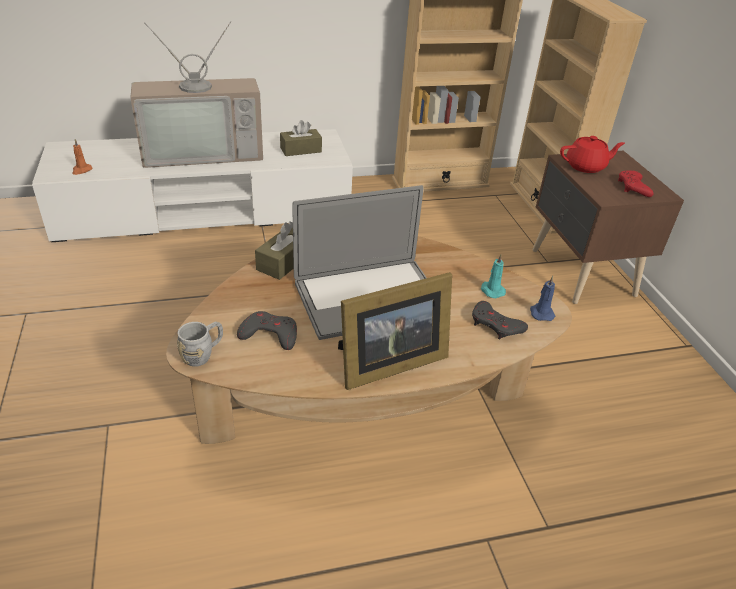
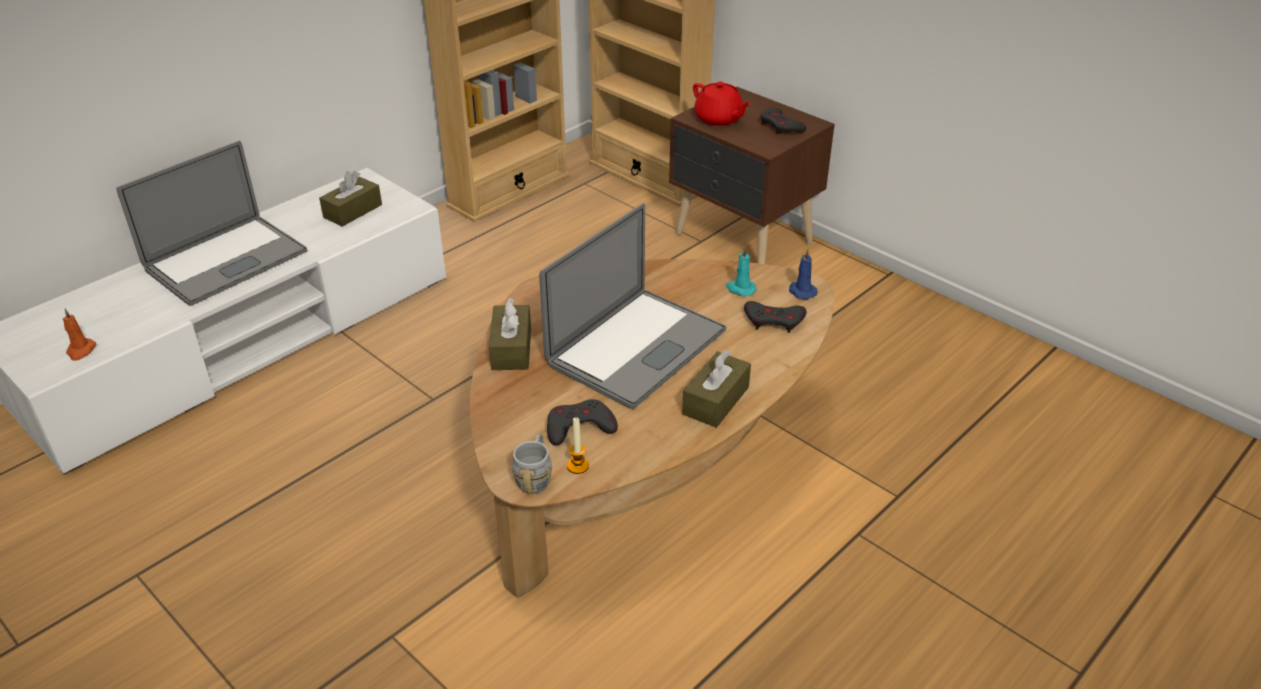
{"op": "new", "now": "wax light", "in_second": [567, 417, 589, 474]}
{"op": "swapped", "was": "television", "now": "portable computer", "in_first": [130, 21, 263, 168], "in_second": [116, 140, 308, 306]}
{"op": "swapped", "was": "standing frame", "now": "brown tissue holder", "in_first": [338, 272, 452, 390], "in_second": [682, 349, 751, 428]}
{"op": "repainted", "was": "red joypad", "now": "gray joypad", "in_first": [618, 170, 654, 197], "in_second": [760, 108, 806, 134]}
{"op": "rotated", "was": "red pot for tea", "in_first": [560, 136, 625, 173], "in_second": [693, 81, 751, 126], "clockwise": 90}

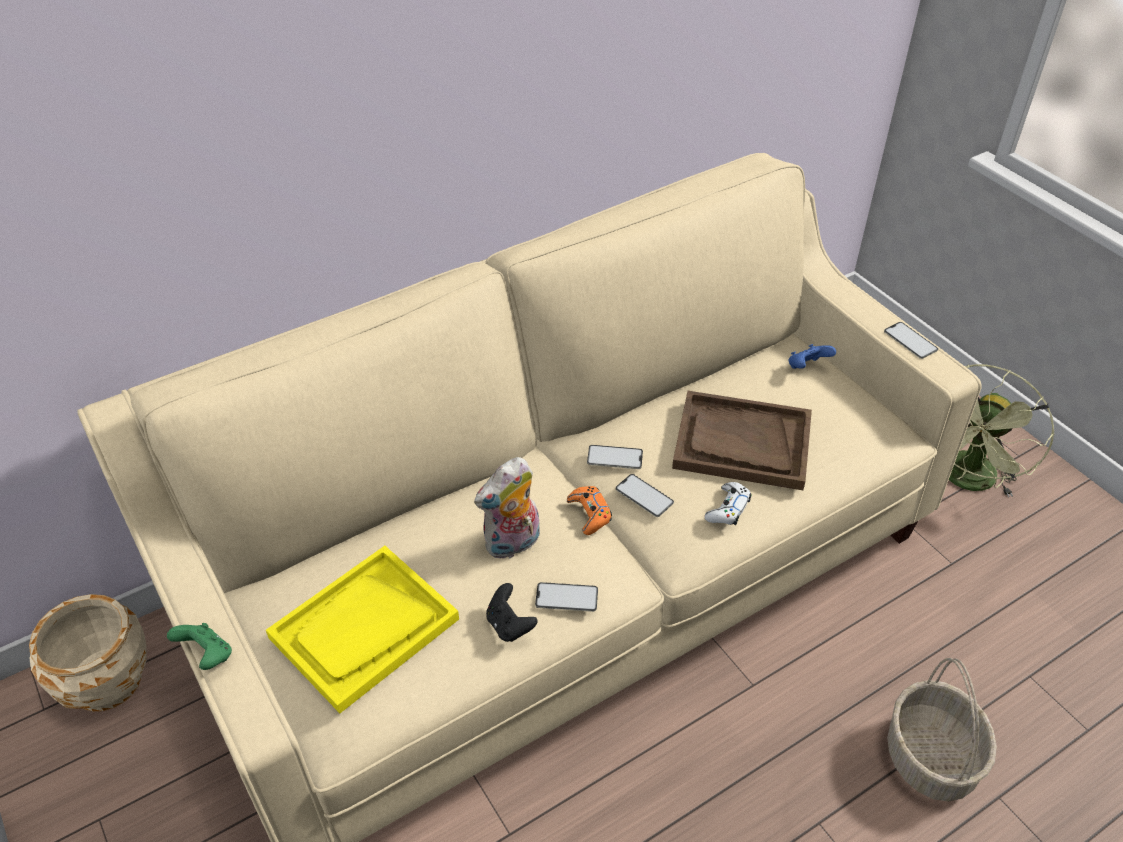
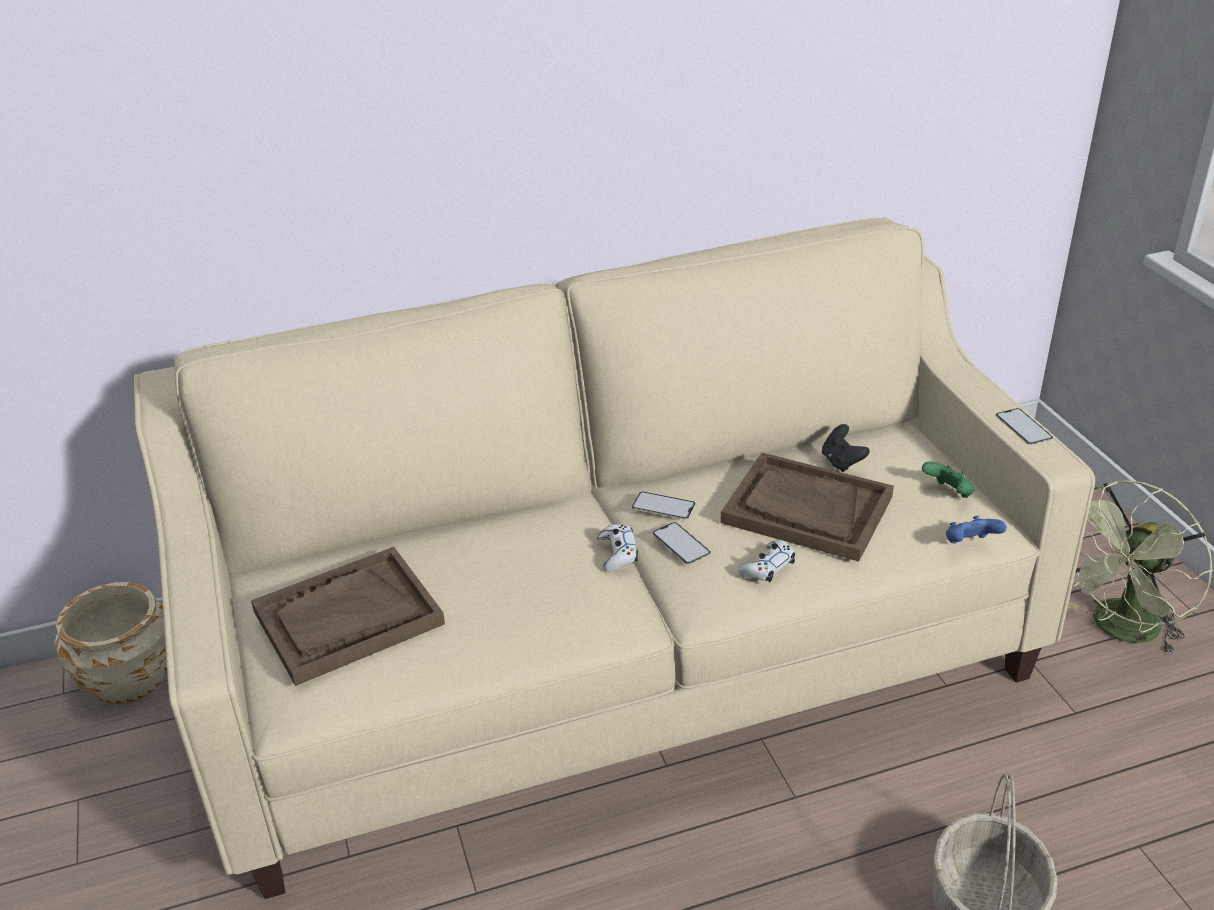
{"op": "gone", "was": "cuddly toy", "in_first": [474, 457, 540, 559]}
{"op": "gone", "was": "telephone", "in_first": [535, 582, 598, 612]}
{"op": "shifted", "was": "green joypad", "in_first": [167, 623, 232, 670], "in_second": [922, 462, 975, 498]}
{"op": "shifted", "was": "black-coloured joypad", "in_first": [486, 583, 538, 642], "in_second": [822, 424, 870, 472]}
{"op": "shifted", "was": "bluish joypad", "in_first": [788, 344, 836, 369], "in_second": [946, 516, 1007, 544]}
{"op": "repainted", "was": "yellow-coloured tray", "now": "brown tray", "in_first": [266, 546, 459, 713], "in_second": [251, 547, 445, 686]}
{"op": "repainted", "was": "orangey joypad", "now": "white-coloured joypad", "in_first": [567, 486, 612, 535], "in_second": [597, 524, 638, 572]}

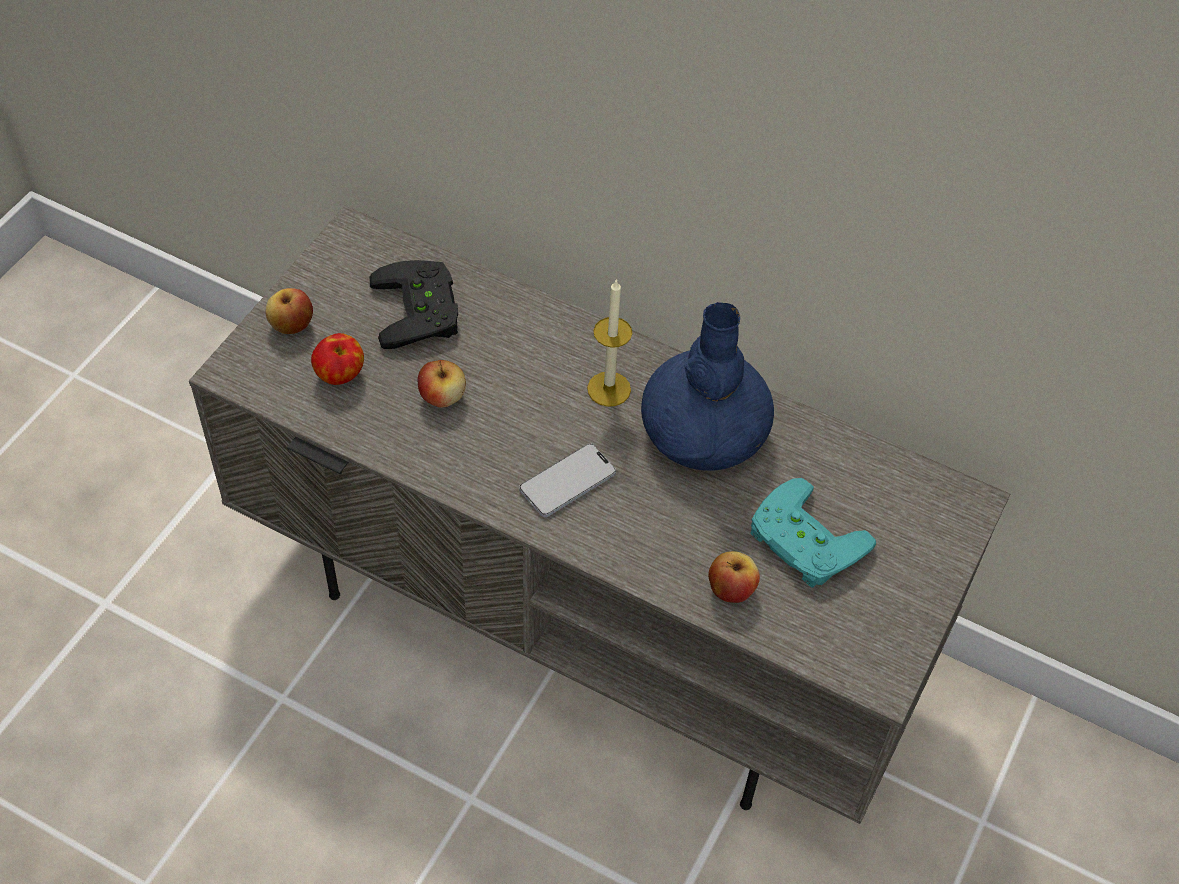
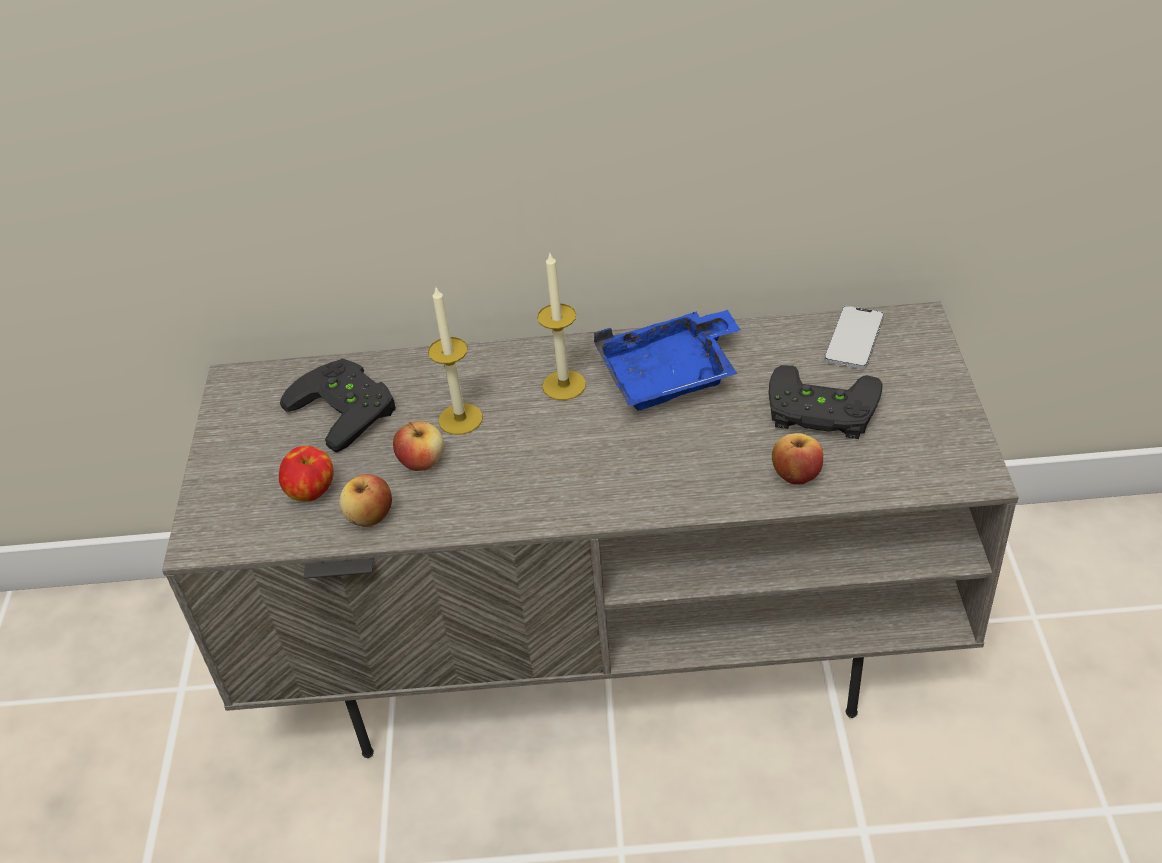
{"op": "new", "now": "wax light", "in_second": [428, 287, 483, 435]}
{"op": "shifted", "was": "apple", "in_first": [266, 288, 313, 334], "in_second": [339, 474, 392, 527]}
{"op": "shifted", "was": "telephone", "in_first": [519, 443, 616, 517], "in_second": [824, 306, 884, 369]}
{"op": "swapped", "was": "bluish decorative vase", "now": "bluish tray", "in_first": [641, 302, 774, 471], "in_second": [594, 310, 741, 411]}
{"op": "repainted", "was": "turquoise joypad", "now": "black-coloured joypad", "in_first": [750, 478, 876, 588], "in_second": [768, 365, 883, 439]}

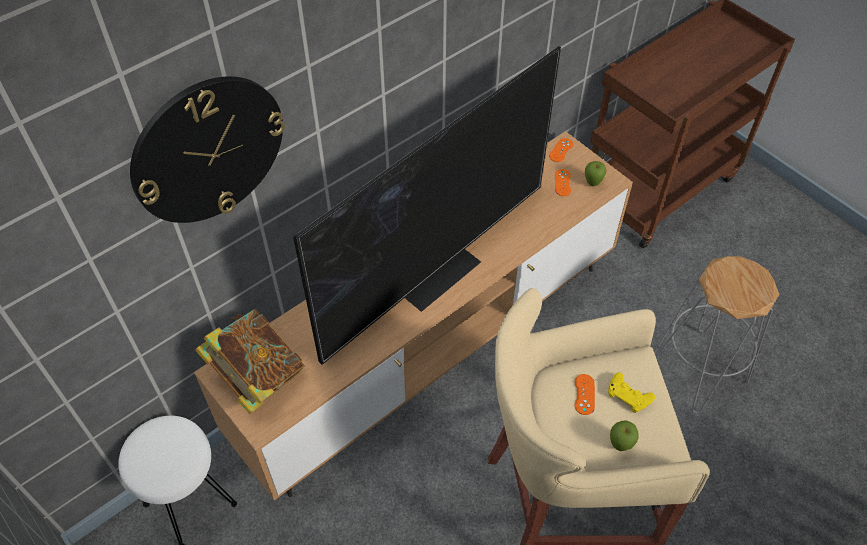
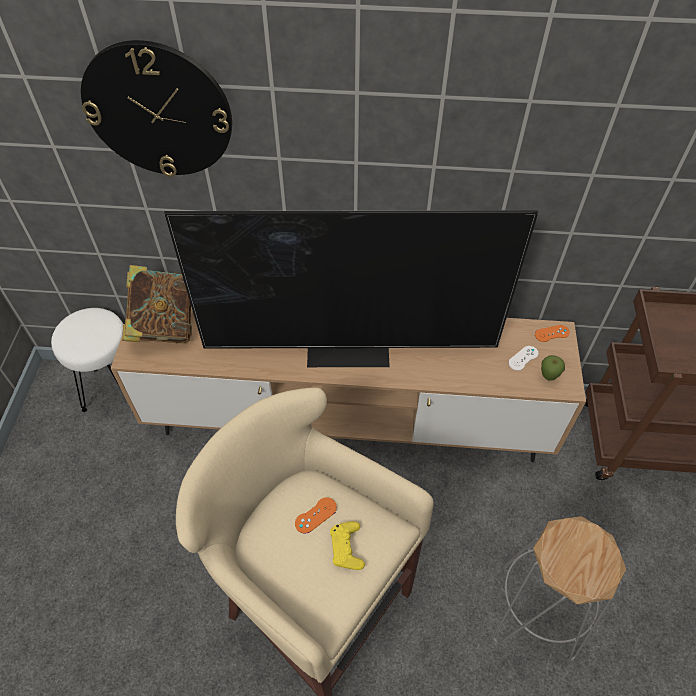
{"op": "gone", "was": "apple", "in_first": [610, 421, 639, 451]}
{"op": "repainted", "was": "orangey joypad", "now": "white-coloured joypad", "in_first": [555, 169, 571, 196], "in_second": [508, 346, 538, 371]}

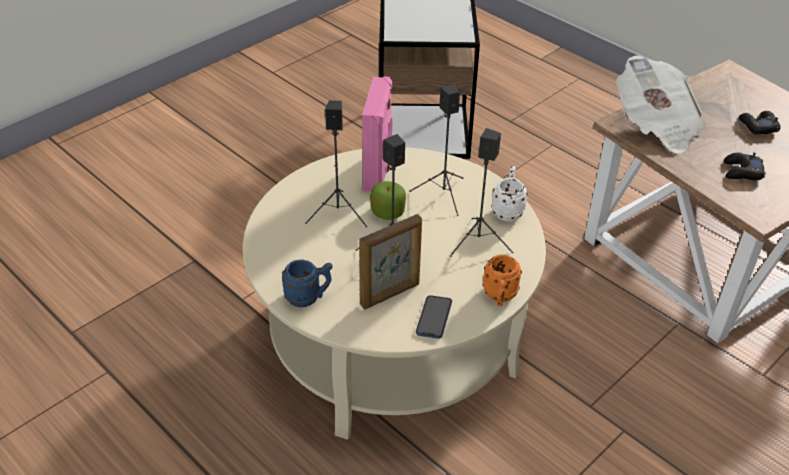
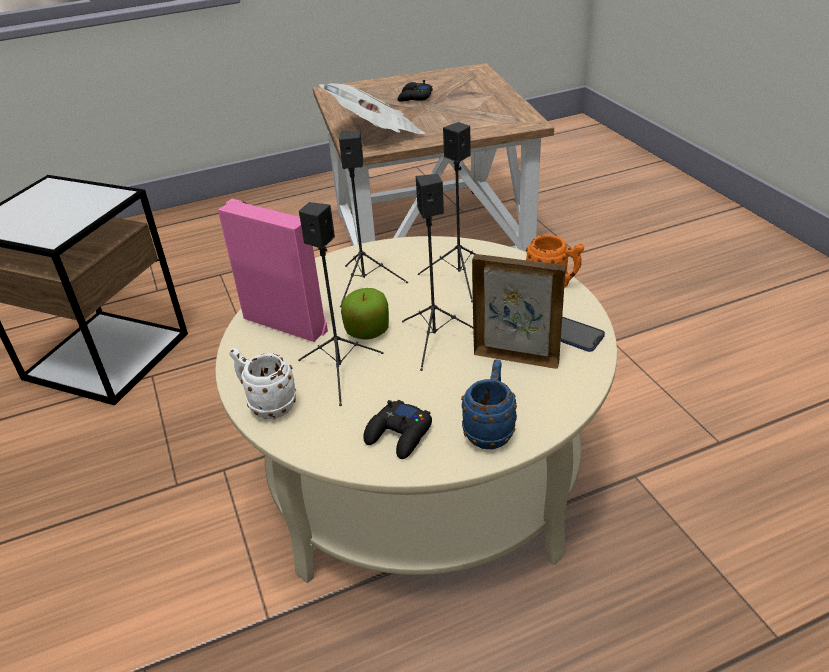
{"op": "shifted", "was": "white-coloured mug", "in_first": [491, 166, 528, 222], "in_second": [229, 348, 296, 419]}
{"op": "shifted", "was": "black-coloured joypad", "in_first": [724, 153, 766, 180], "in_second": [363, 400, 432, 459]}
{"op": "rotated", "was": "standing frame", "in_first": [359, 214, 422, 309], "in_second": [472, 254, 566, 369], "clockwise": -60}

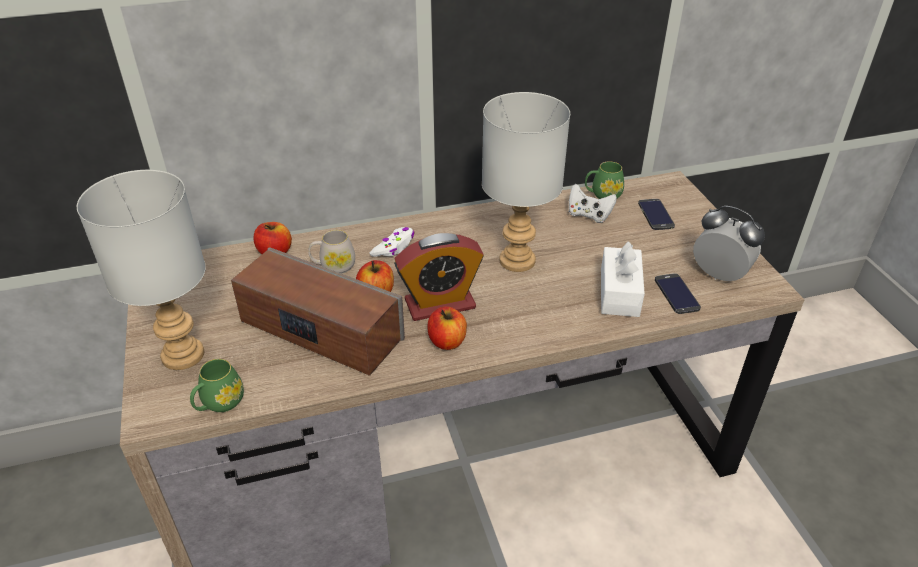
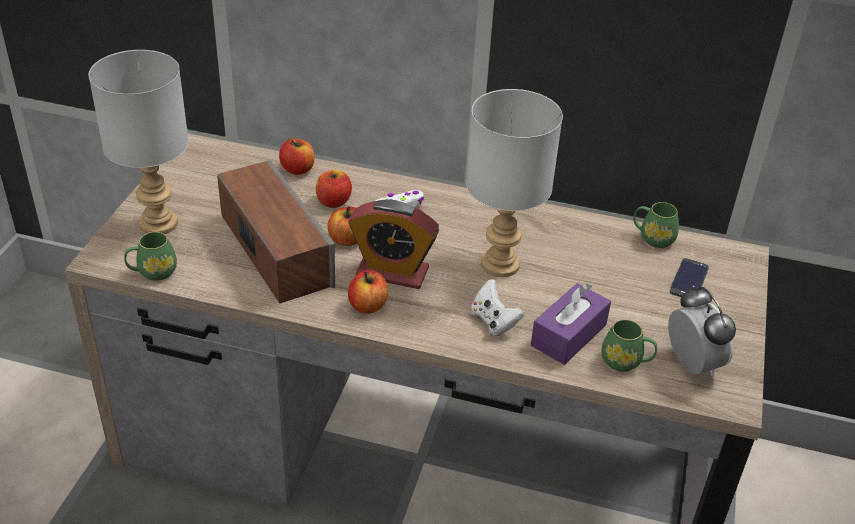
{"op": "shifted", "was": "white-coloured joypad", "in_first": [568, 184, 617, 223], "in_second": [471, 279, 524, 336]}
{"op": "swapped", "was": "white-coloured mug", "now": "apple", "in_first": [308, 230, 355, 274], "in_second": [316, 170, 352, 208]}
{"op": "swapped", "was": "telephone", "now": "green mug", "in_first": [655, 273, 701, 314], "in_second": [601, 319, 657, 372]}
{"op": "repainted", "was": "white-coloured tissue holder", "now": "purplish tissue holder", "in_first": [601, 242, 645, 317], "in_second": [531, 283, 611, 365]}

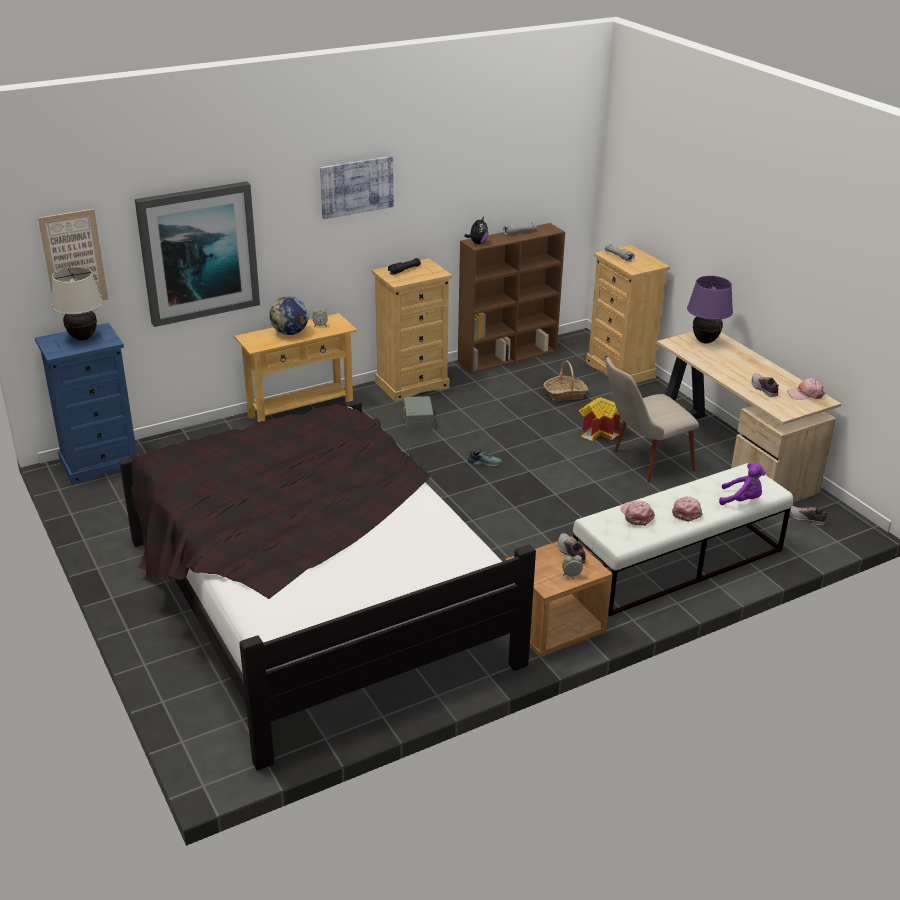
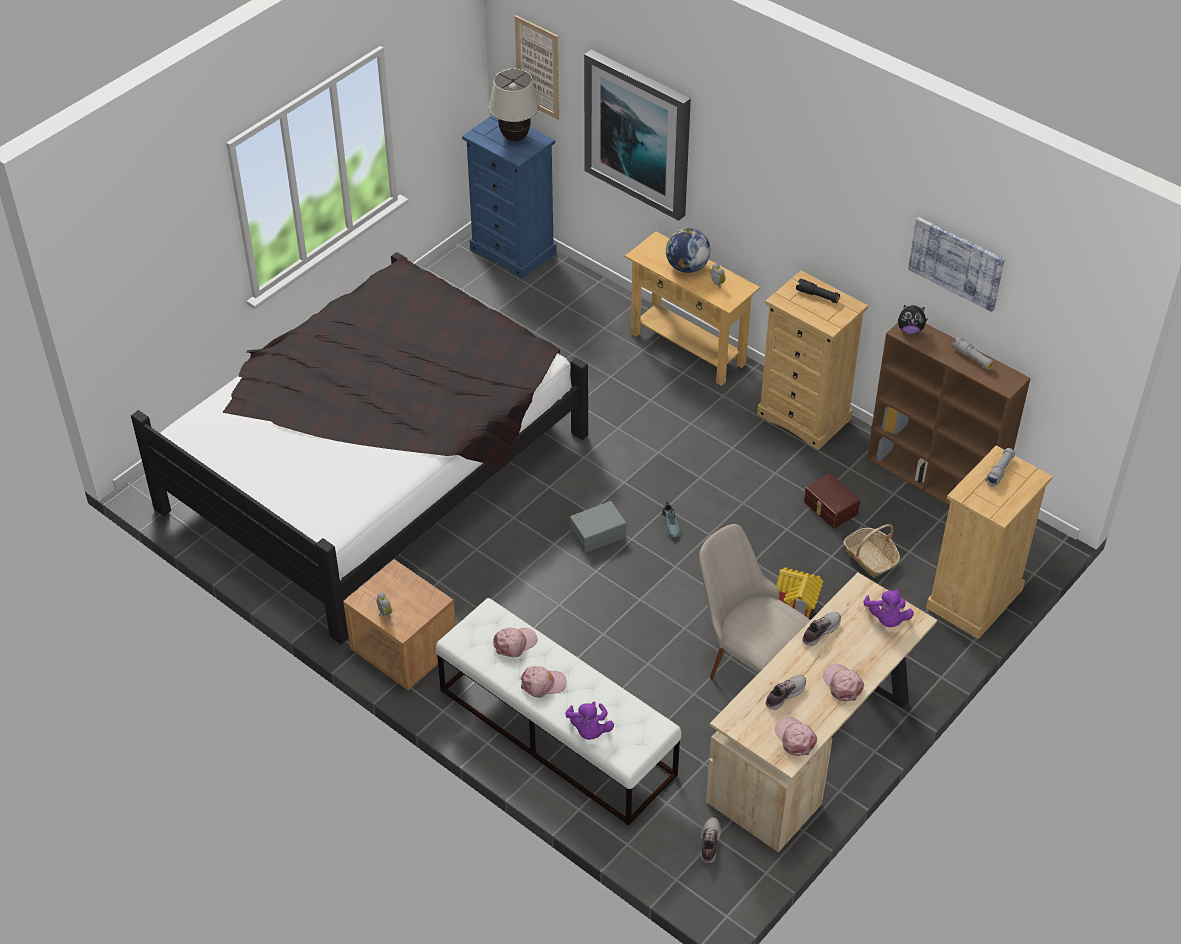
{"op": "new", "now": "brown storage bin", "in_second": [804, 473, 860, 529]}
{"op": "new", "now": "pink peaked cap", "in_second": [823, 664, 864, 701]}
{"op": "shifted", "was": "wall art", "in_first": [320, 156, 394, 219], "in_second": [908, 217, 1005, 312]}
{"op": "shifted", "was": "gray storage bin", "in_first": [403, 396, 434, 431], "in_second": [570, 501, 626, 553]}
{"op": "shifted", "was": "item of footwear", "in_first": [558, 533, 586, 565], "in_second": [802, 612, 841, 646]}
{"op": "swapped", "was": "purplish tabletop lamp", "now": "purplish cuddly toy", "in_first": [687, 276, 733, 344], "in_second": [864, 589, 914, 627]}

